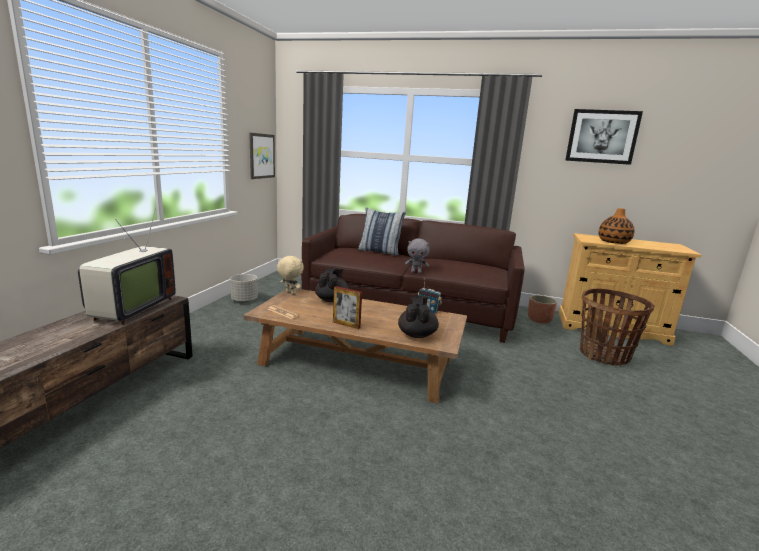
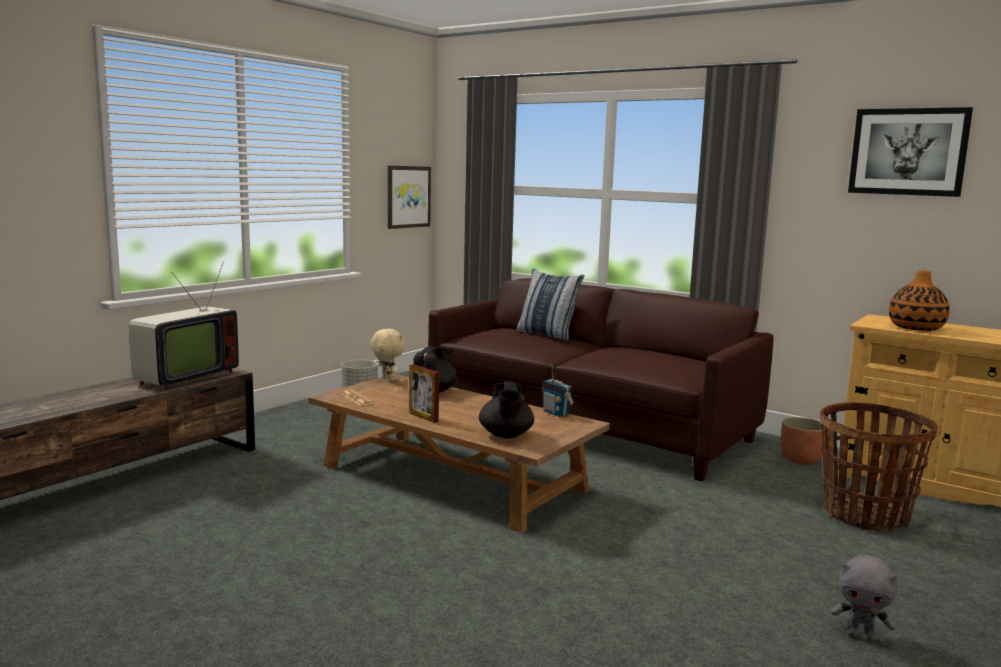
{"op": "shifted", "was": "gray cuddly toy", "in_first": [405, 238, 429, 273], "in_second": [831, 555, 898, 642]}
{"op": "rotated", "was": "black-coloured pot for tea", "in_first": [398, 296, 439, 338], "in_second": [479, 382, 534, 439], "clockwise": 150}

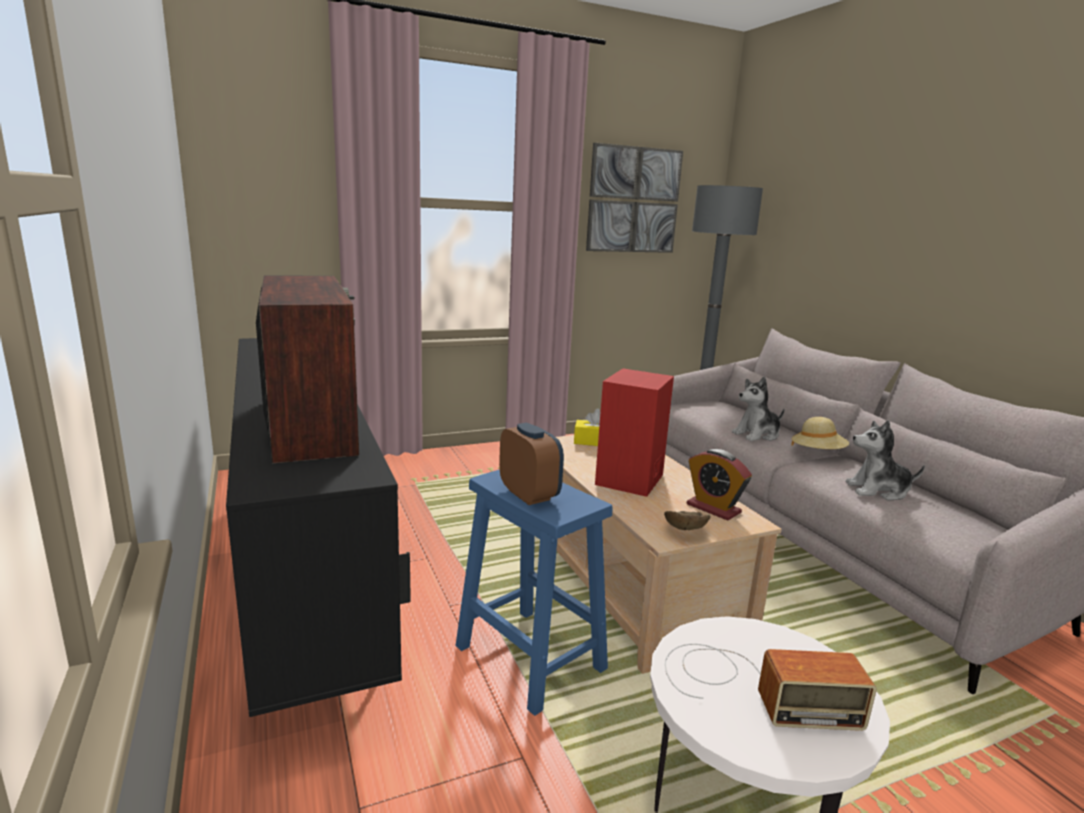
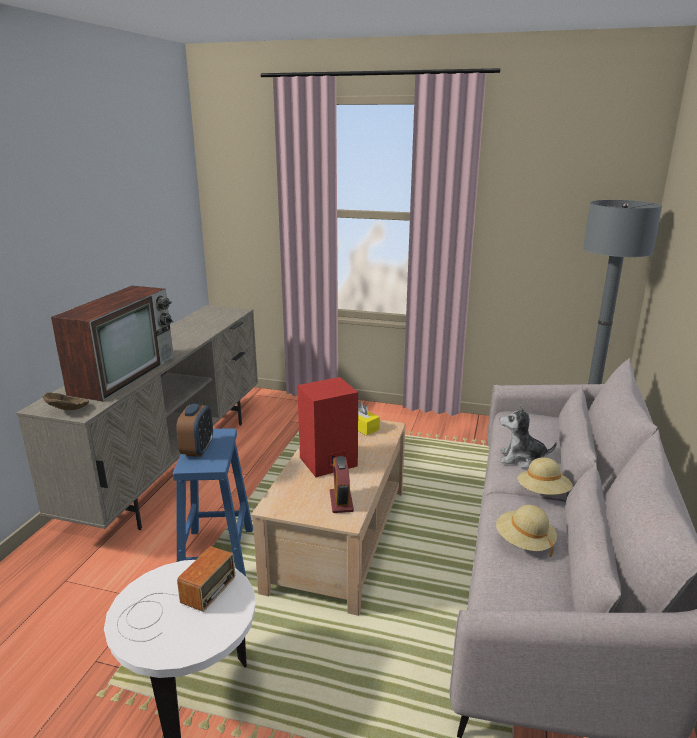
{"op": "gone", "was": "wall art", "in_first": [586, 143, 683, 253]}
{"op": "shifted", "was": "brown bowl", "in_first": [664, 511, 710, 530], "in_second": [42, 392, 89, 410]}
{"op": "swapped", "was": "cuddly toy", "now": "sand-coloured hat", "in_first": [846, 420, 925, 501], "in_second": [496, 505, 557, 557]}
{"op": "repainted", "was": "black-coloured media console", "now": "sand-coloured media console", "in_first": [226, 338, 411, 717], "in_second": [16, 305, 258, 530]}
{"op": "rotated", "was": "radio", "in_first": [665, 644, 877, 731], "in_second": [117, 546, 235, 642], "clockwise": -105}

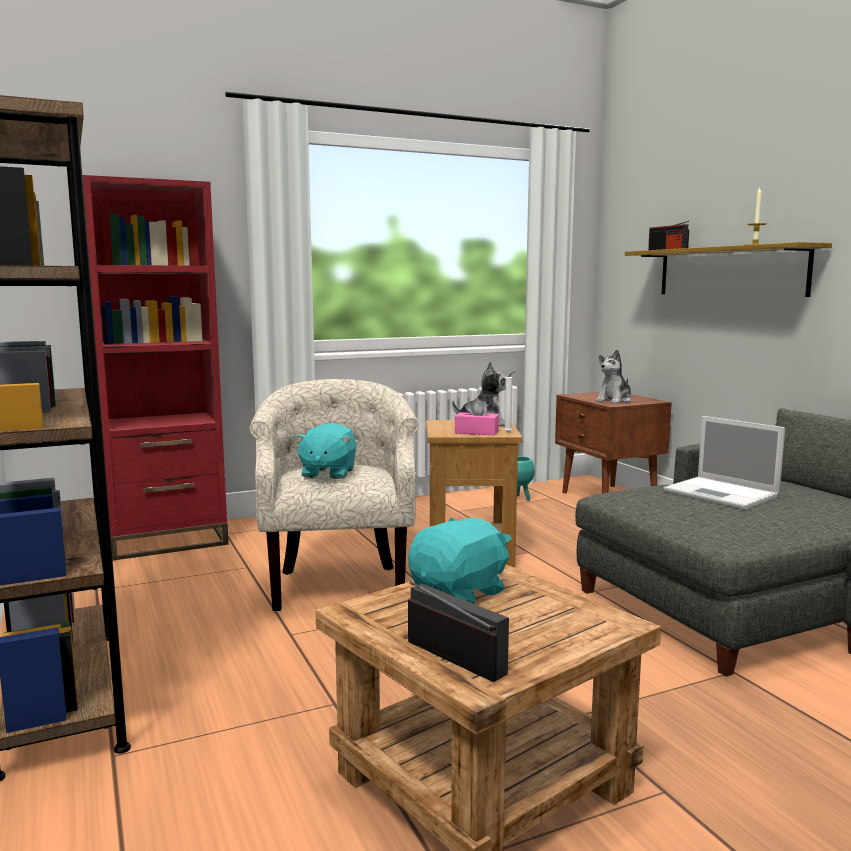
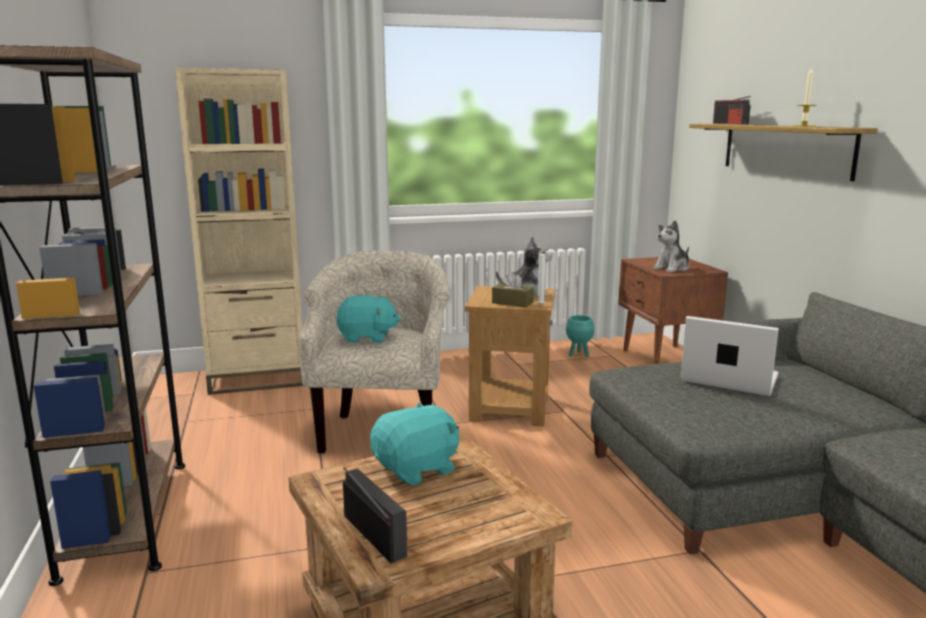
{"op": "repainted", "was": "red shelving unit", "now": "sand-coloured shelving unit", "in_first": [82, 175, 229, 560], "in_second": [175, 68, 303, 395]}
{"op": "repainted", "was": "pink tissue holder", "now": "brown tissue holder", "in_first": [455, 398, 499, 435], "in_second": [492, 272, 534, 307]}
{"op": "rotated", "was": "turquoise cuddly toy", "in_first": [294, 423, 357, 479], "in_second": [336, 295, 401, 343], "clockwise": -105}
{"op": "rotated", "was": "portable computer", "in_first": [663, 416, 785, 510], "in_second": [681, 316, 779, 396], "clockwise": 150}

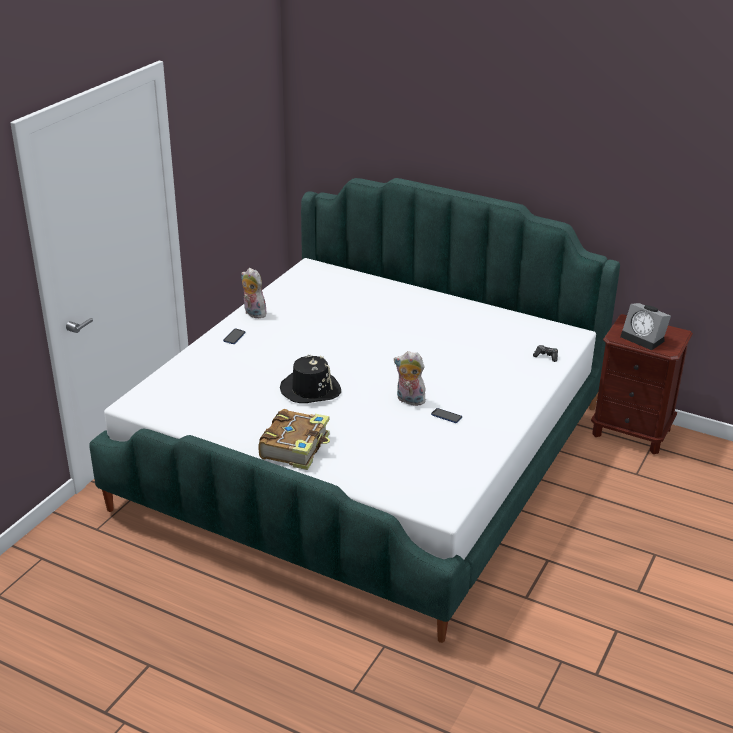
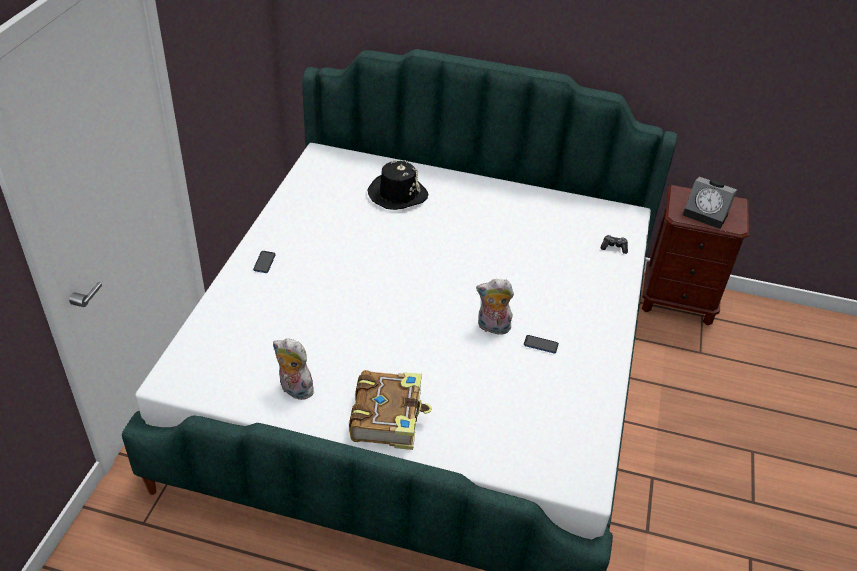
{"op": "shifted", "was": "cuddly toy", "in_first": [241, 268, 267, 318], "in_second": [273, 338, 314, 400]}
{"op": "shifted", "was": "black-coloured hat", "in_first": [280, 354, 341, 403], "in_second": [368, 160, 429, 210]}

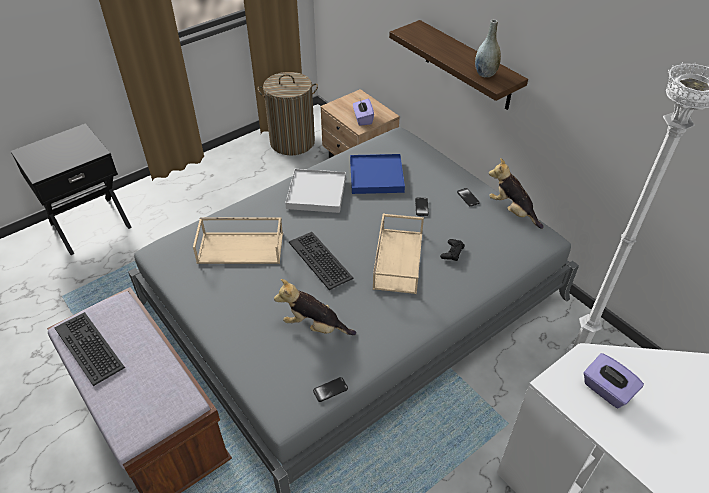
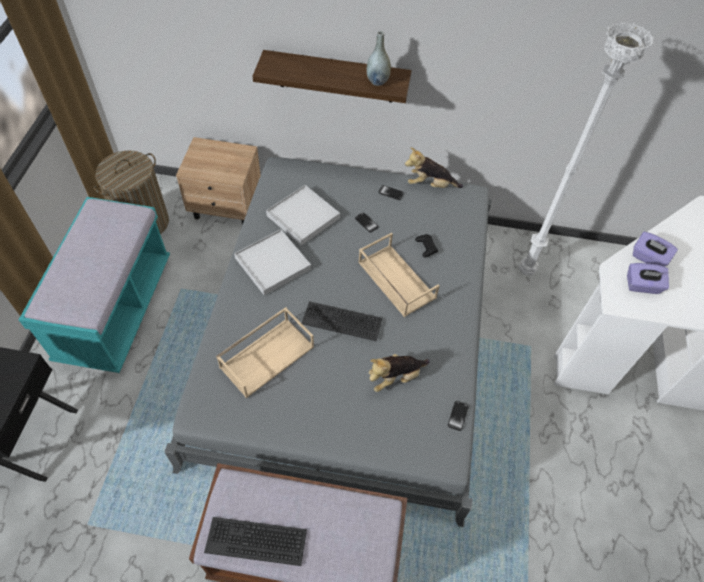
{"op": "new", "now": "turquoise indoor bench", "in_second": [19, 197, 170, 373]}
{"op": "shifted", "was": "purplish tissue holder", "in_first": [353, 99, 374, 126], "in_second": [633, 232, 678, 267]}
{"op": "repainted", "was": "bluish tray", "now": "white-coloured tray", "in_first": [350, 154, 405, 194], "in_second": [266, 185, 340, 246]}

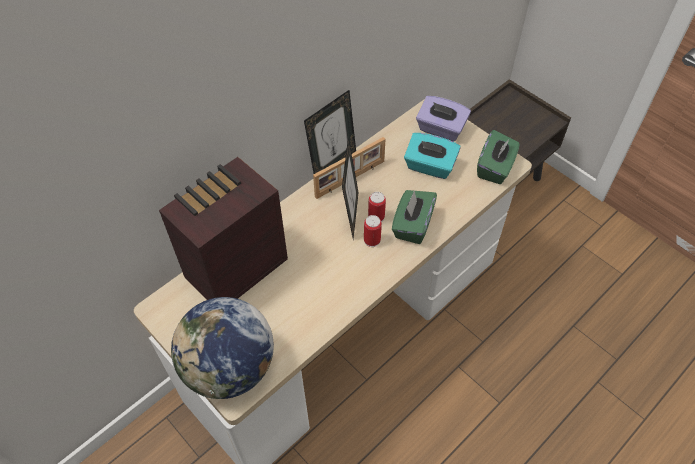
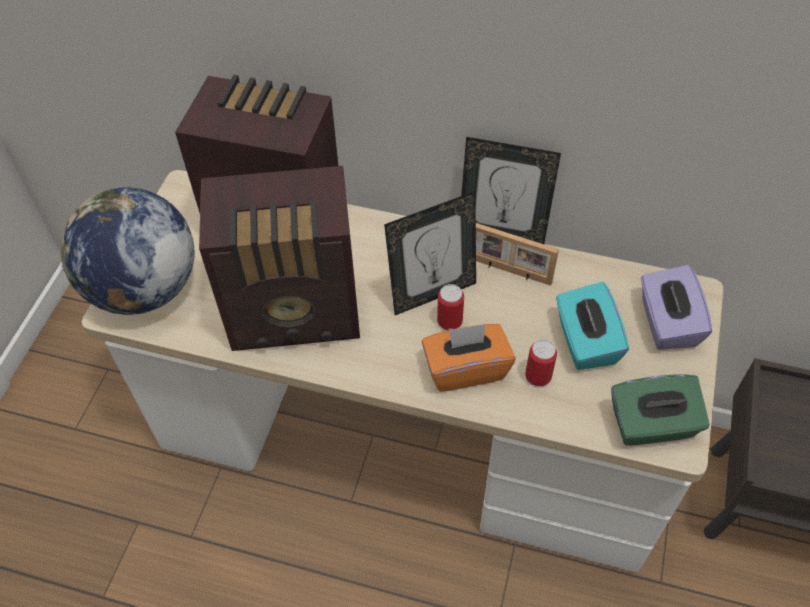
{"op": "new", "now": "radio", "in_second": [199, 166, 360, 351]}
{"op": "shifted", "was": "sealed can", "in_first": [364, 215, 382, 247], "in_second": [525, 340, 557, 388]}
{"op": "repainted", "was": "green tissue holder", "now": "orangey tissue holder", "in_first": [392, 190, 437, 244], "in_second": [422, 324, 515, 392]}

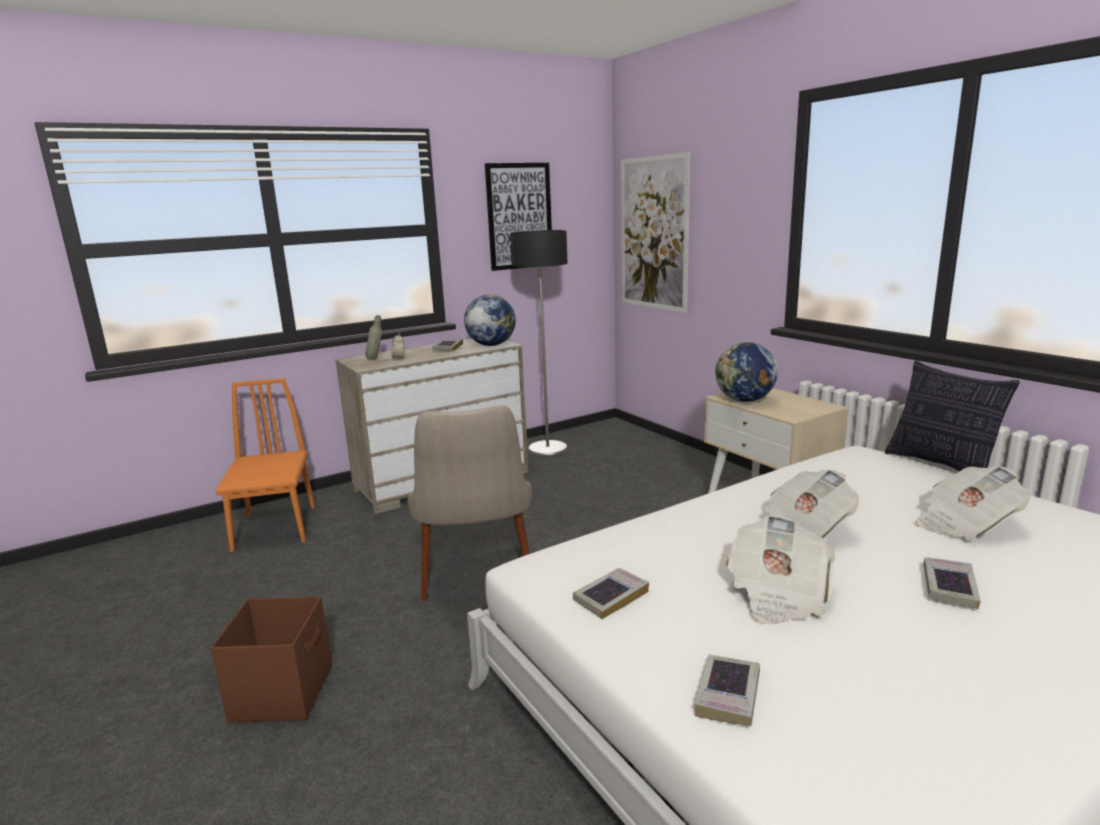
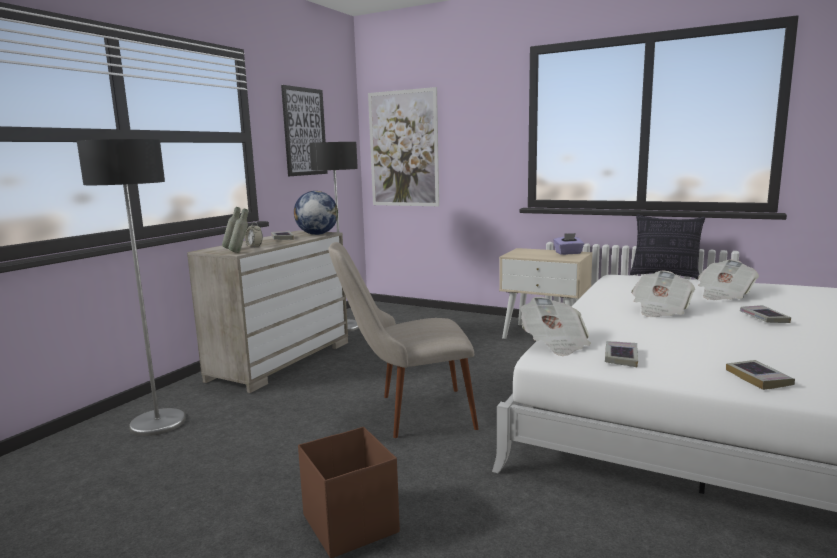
{"op": "gone", "was": "desk globe", "in_first": [715, 342, 778, 402]}
{"op": "new", "now": "gray bottle", "in_second": [229, 208, 248, 253]}
{"op": "new", "now": "purplish tissue holder", "in_second": [553, 233, 584, 255]}
{"op": "shifted", "was": "newspaper", "in_first": [726, 515, 835, 624], "in_second": [521, 297, 591, 356]}
{"op": "swapped", "was": "orangey plain chair", "now": "floor lamp", "in_first": [215, 378, 315, 552], "in_second": [77, 139, 186, 436]}
{"op": "rotated", "was": "sand-coloured plain chair", "in_first": [408, 405, 532, 601], "in_second": [328, 242, 479, 438], "clockwise": 120}

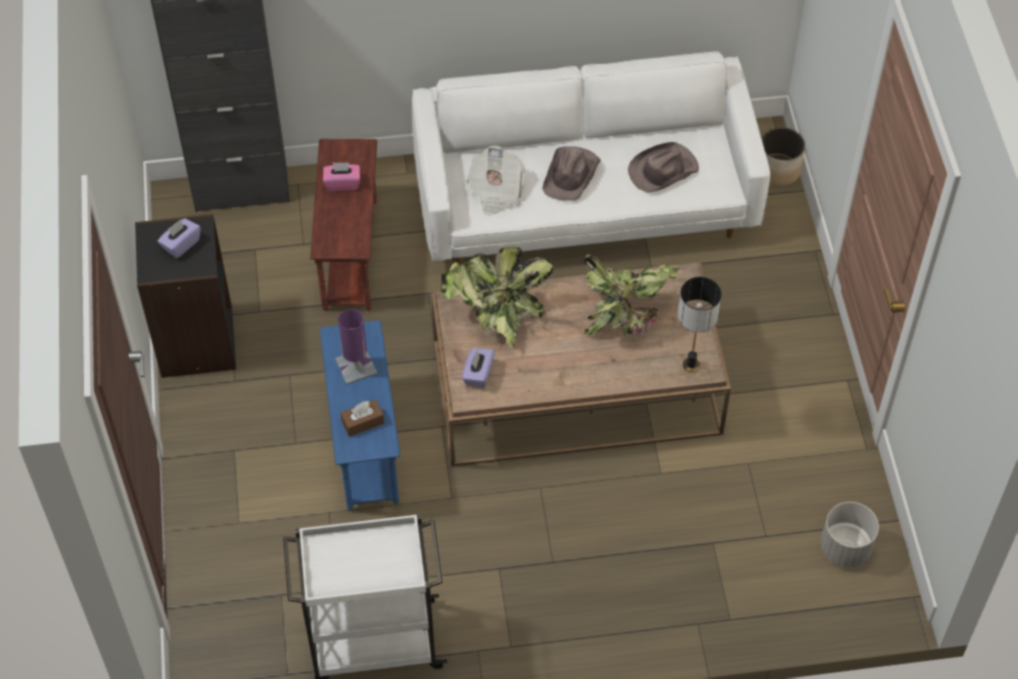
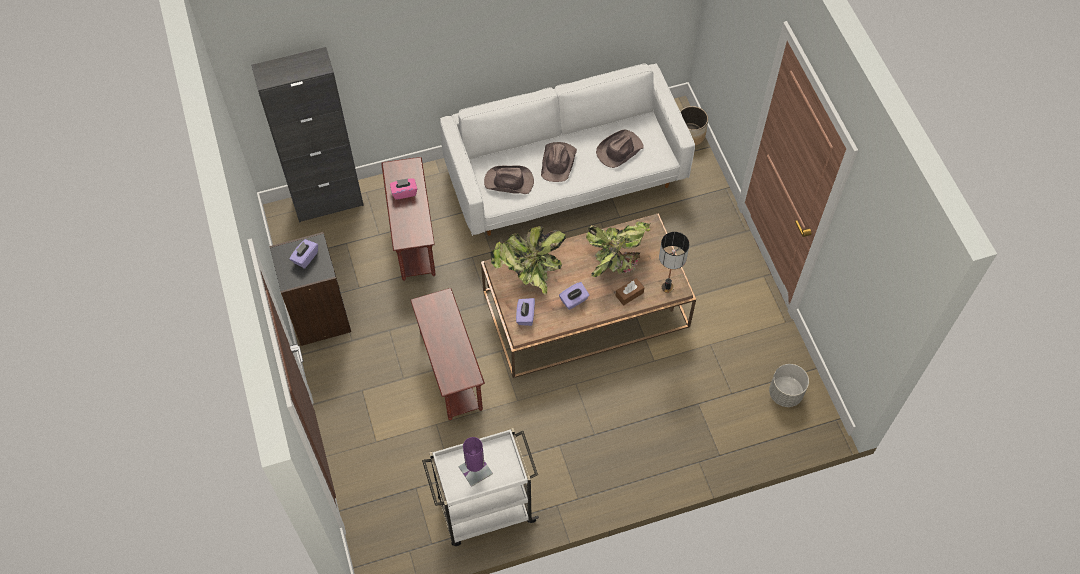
{"op": "new", "now": "purplish tissue holder", "in_second": [559, 282, 590, 310]}
{"op": "shifted", "was": "purplish tabletop lamp", "in_first": [335, 309, 377, 385], "in_second": [458, 437, 493, 487]}
{"op": "shifted", "was": "brown tissue holder", "in_first": [341, 399, 384, 437], "in_second": [616, 278, 645, 306]}
{"op": "swapped", "was": "newspaper", "now": "brown hat", "in_first": [467, 146, 525, 216], "in_second": [484, 165, 534, 194]}
{"op": "repainted", "was": "bluish side table", "now": "brown side table", "in_first": [320, 320, 401, 510], "in_second": [410, 288, 485, 420]}

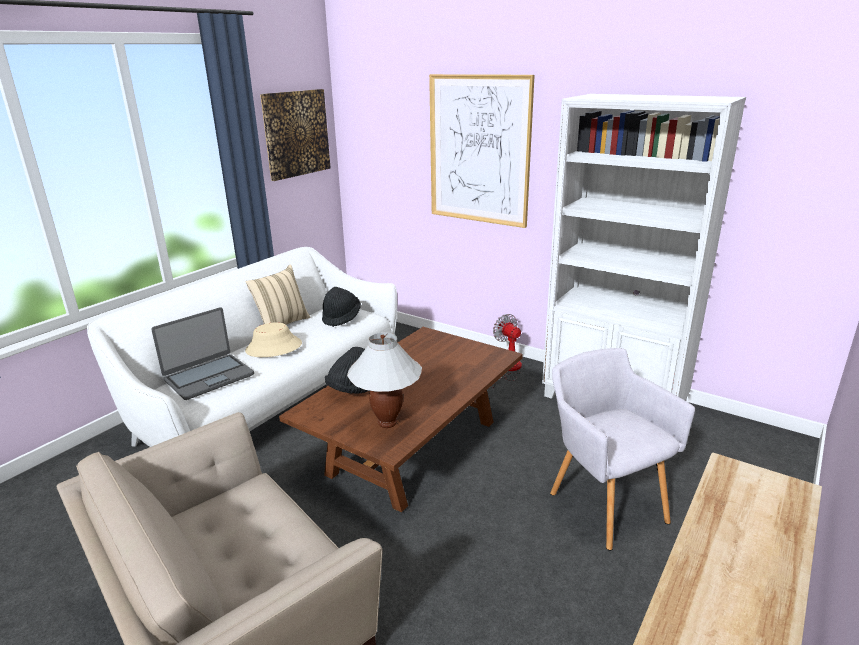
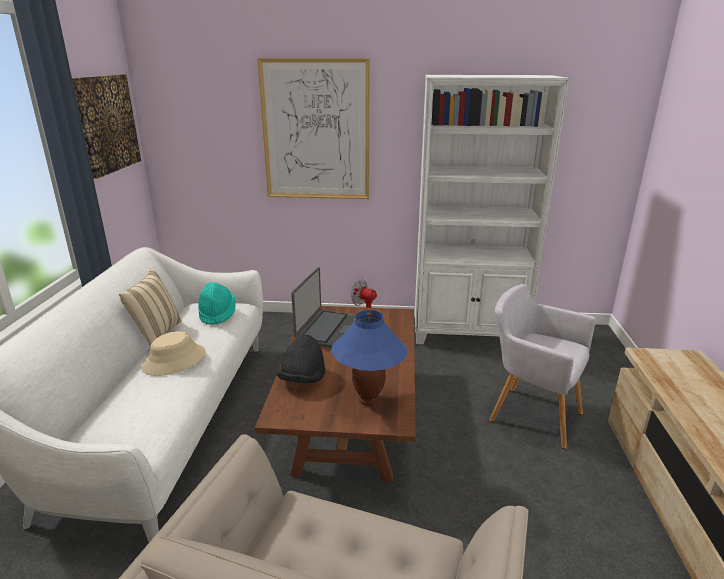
{"op": "shifted", "was": "portable computer", "in_first": [151, 307, 254, 400], "in_second": [291, 267, 355, 348]}
{"op": "repainted", "was": "black-coloured hat", "now": "turquoise hat", "in_first": [322, 287, 361, 327], "in_second": [198, 282, 236, 325]}
{"op": "repainted", "was": "white-coloured tabletop lamp", "now": "bluish tabletop lamp", "in_first": [347, 332, 422, 428], "in_second": [331, 310, 407, 406]}

